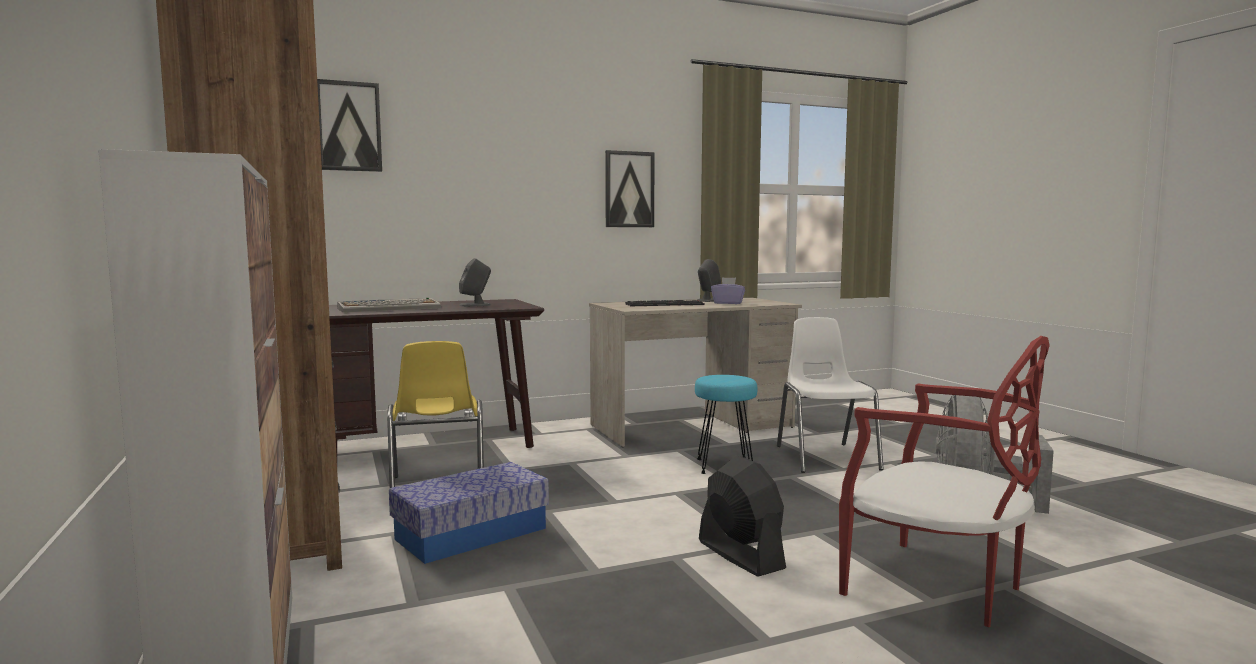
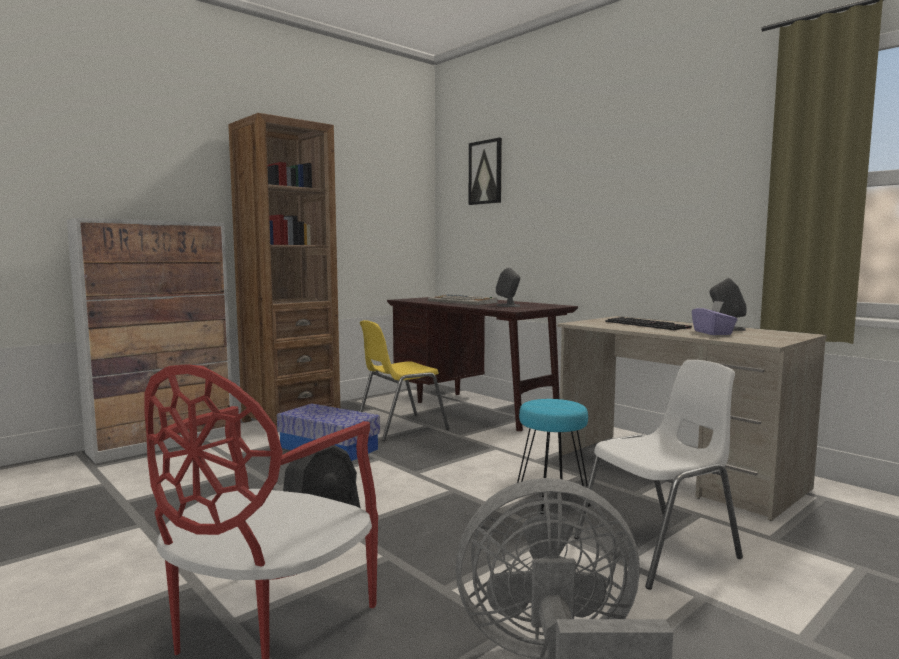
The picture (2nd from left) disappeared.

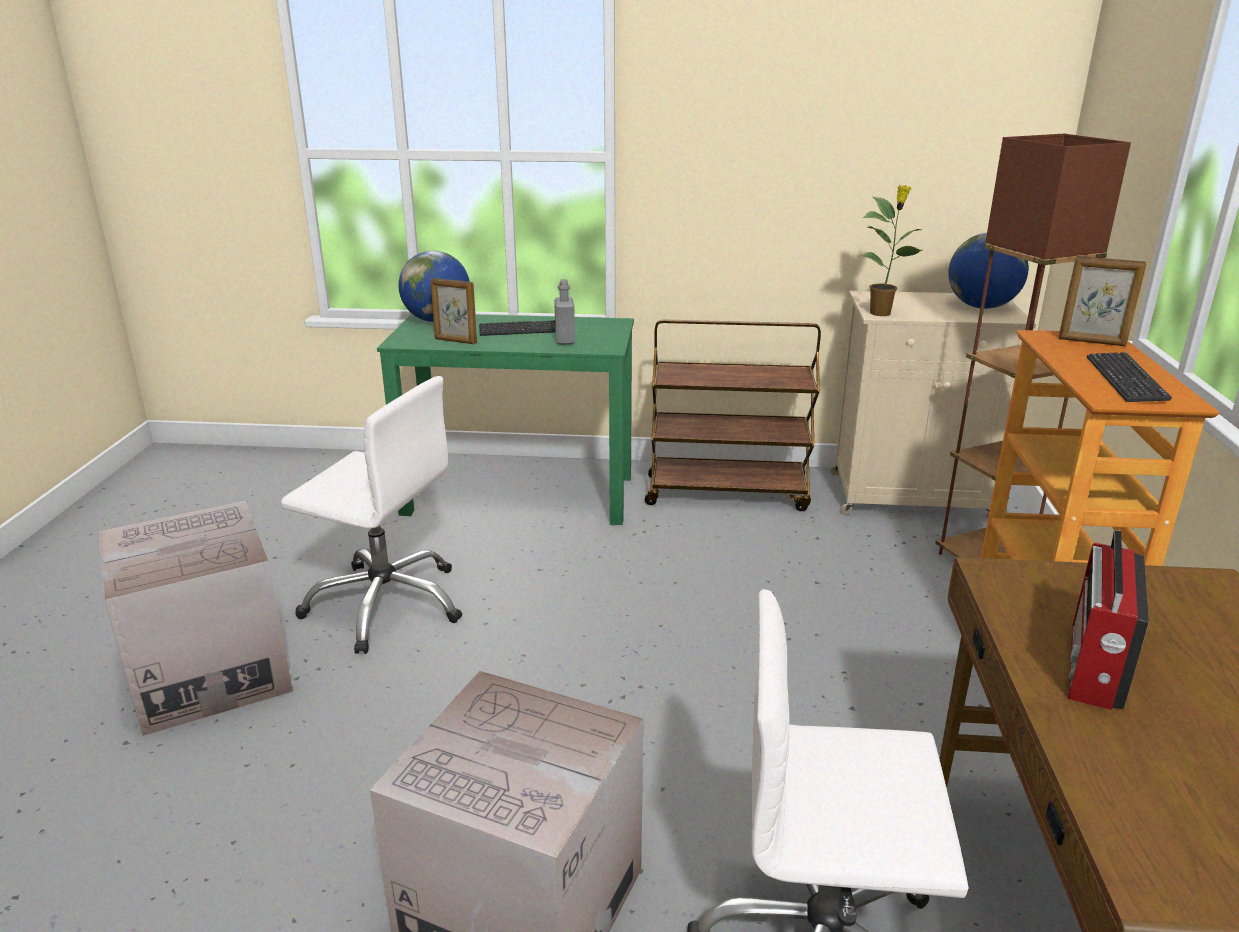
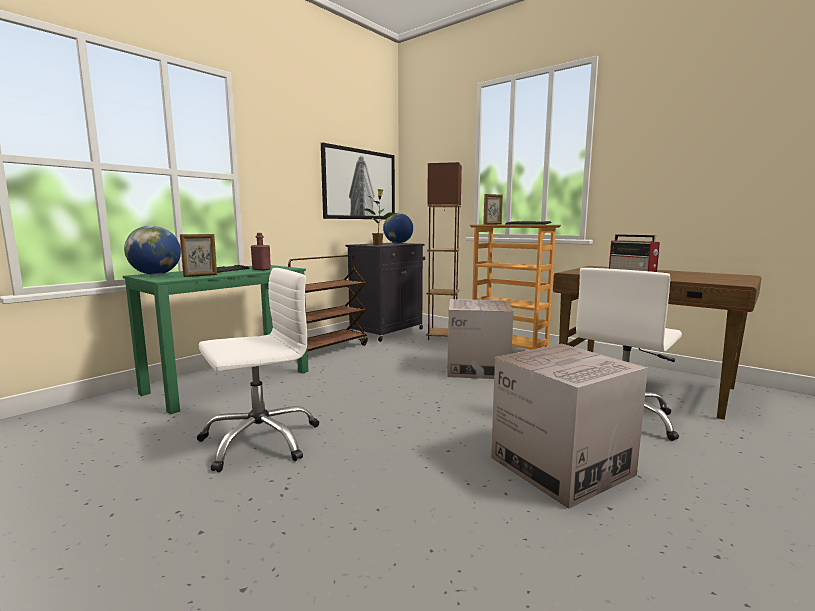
The cardboard box (1st from left) moved.
The bottle (grey) became the bottle (red).
The cabinet (beige) became the cabinet (black).
The picture appeared.

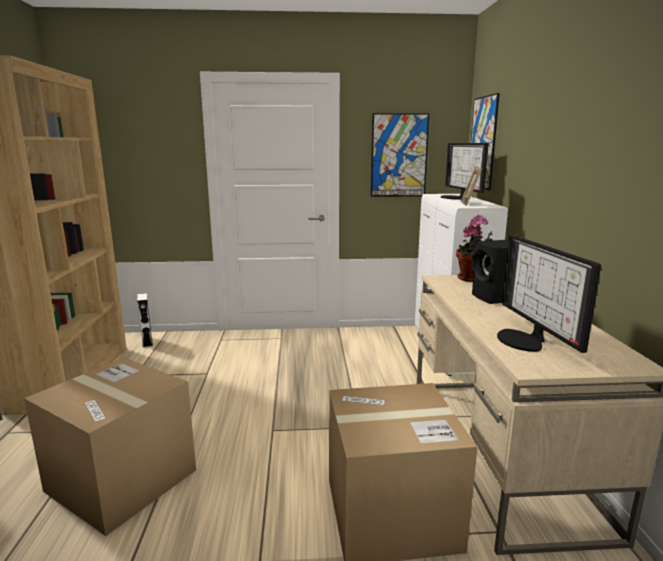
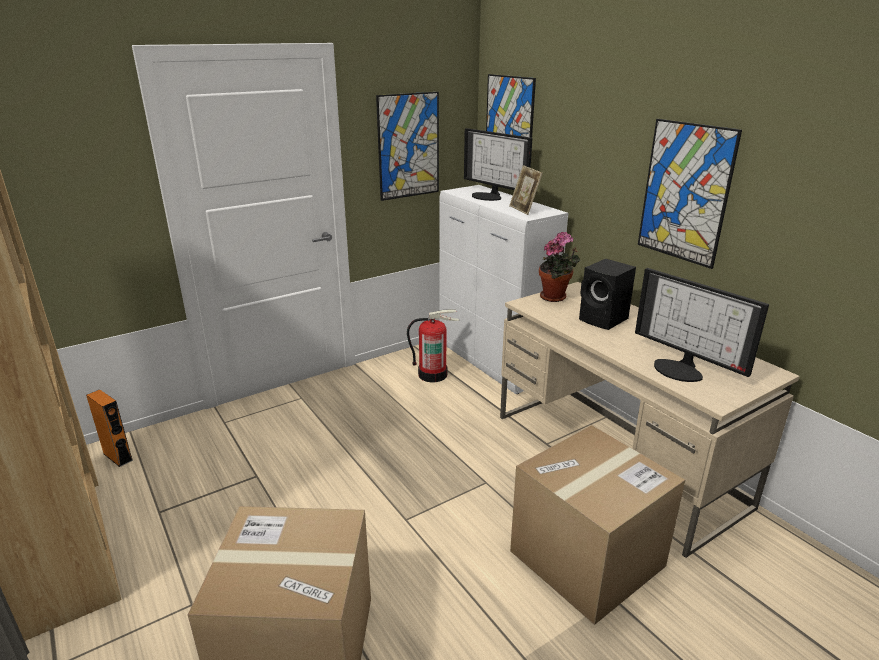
The speaker (white) became the speaker (orange).
The fire extinguisher appeared.
The picture (3rd from left) appeared.

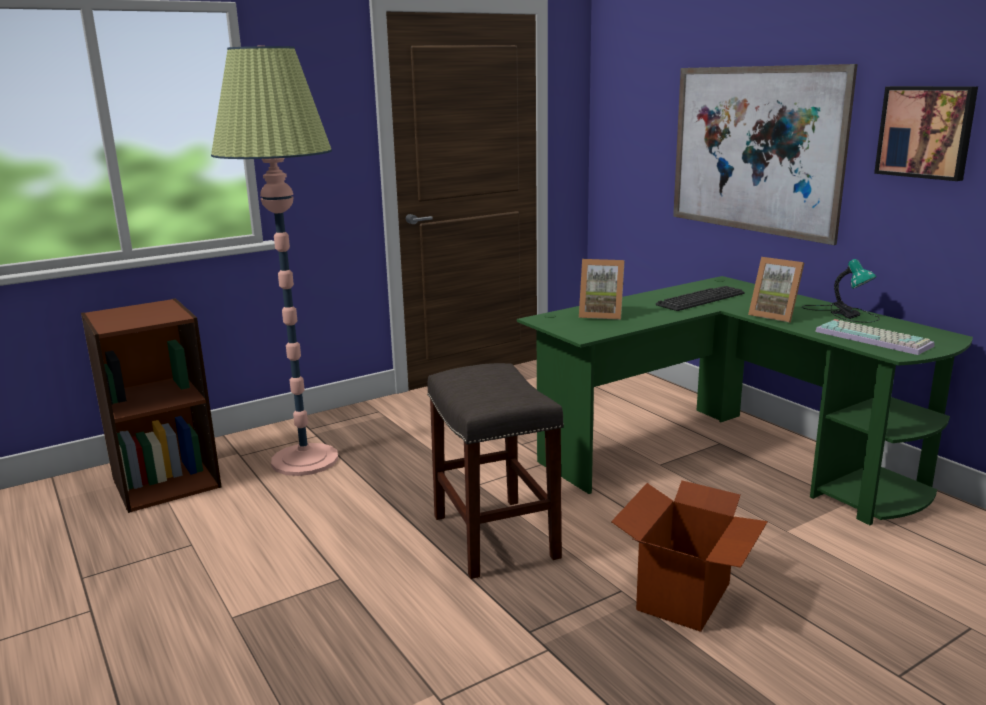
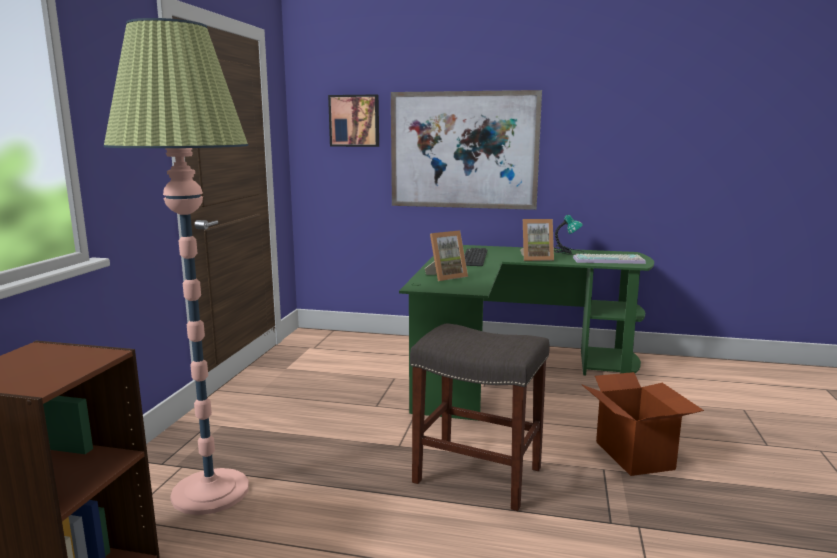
The picture (2nd from left in the first image) moved.

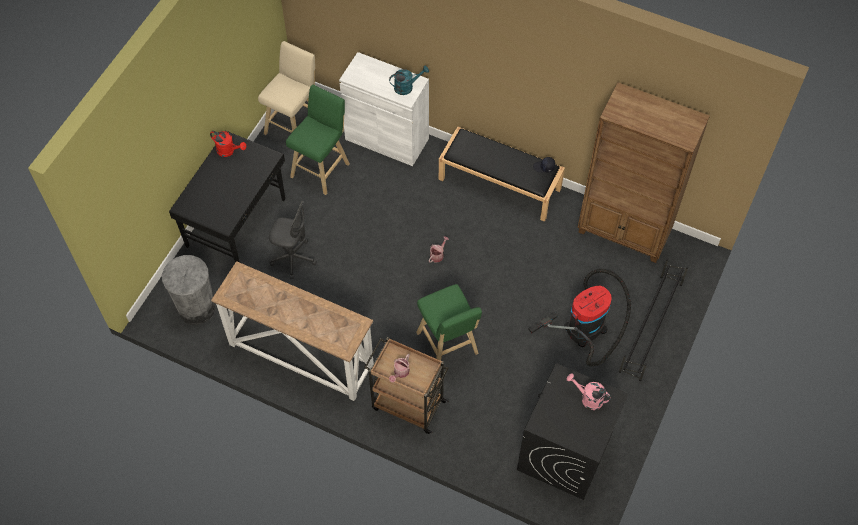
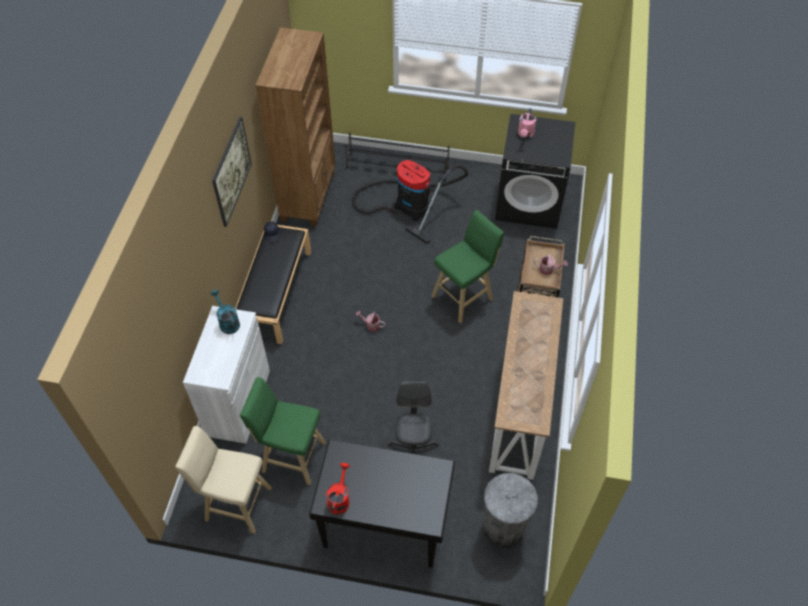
The picture appeared.

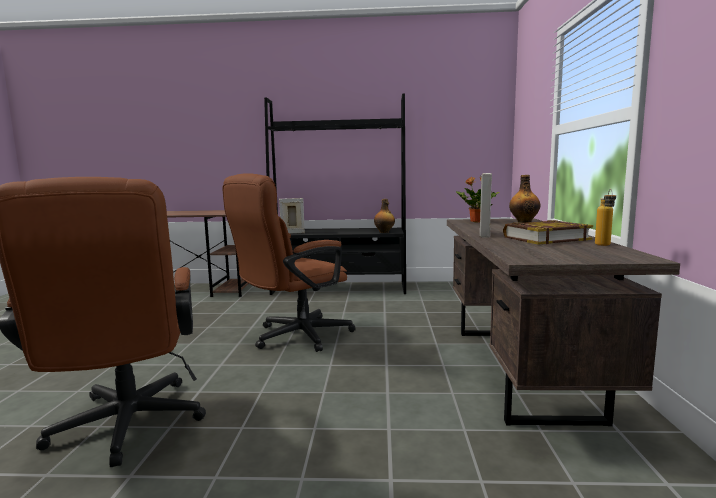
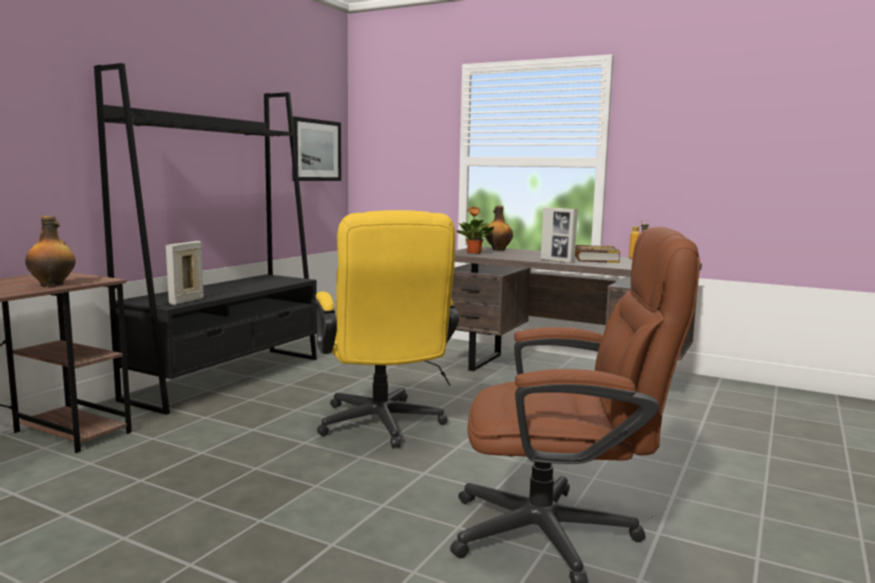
The office chair (brown) (2nd from left) became the office chair (yellow).
The bottle (1st from left) moved.
The picture appeared.

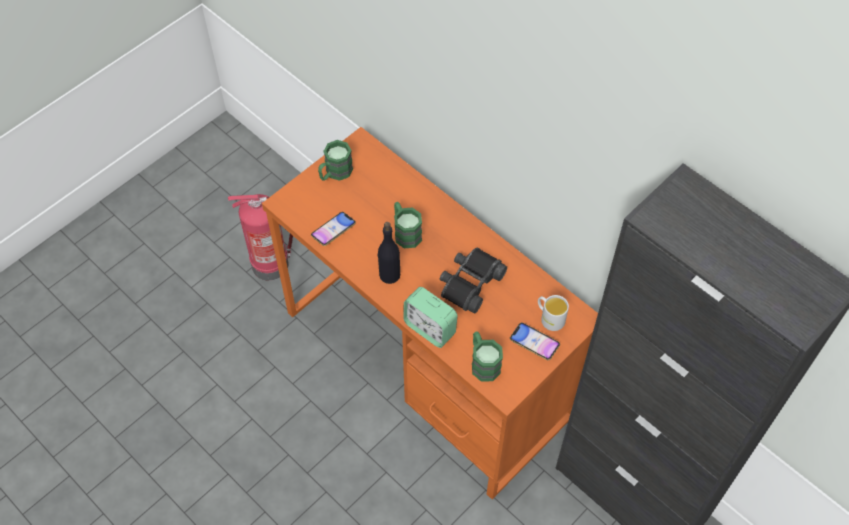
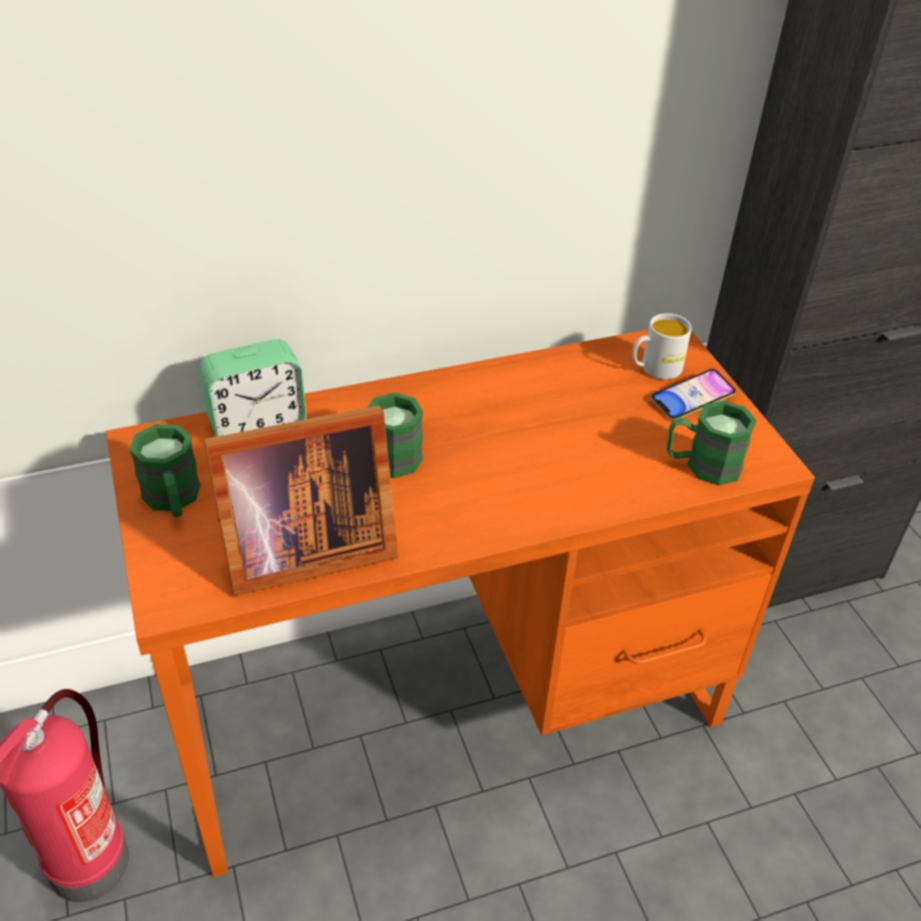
The phone (1st from left) was replaced by the picture frame.
The bottle (black) disappeared.
The alarm clock moved.
The binoculars (black) disappeared.

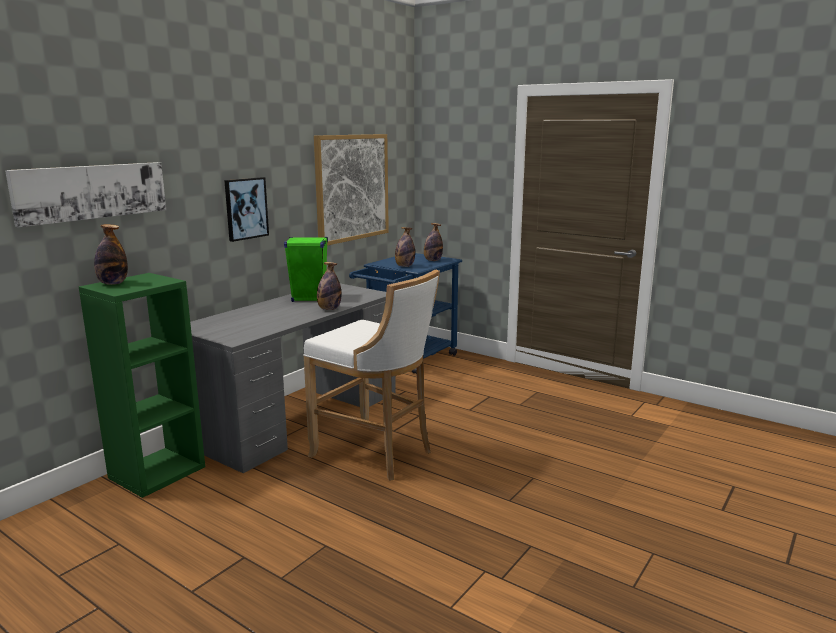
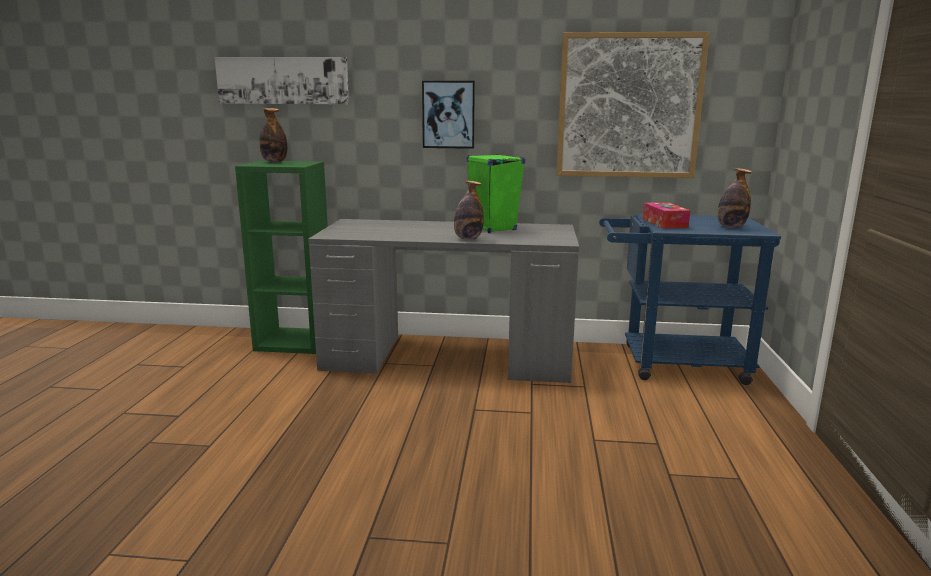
The stool (white) disappeared.
The bottle (3rd from left) was replaced by the tissue box.

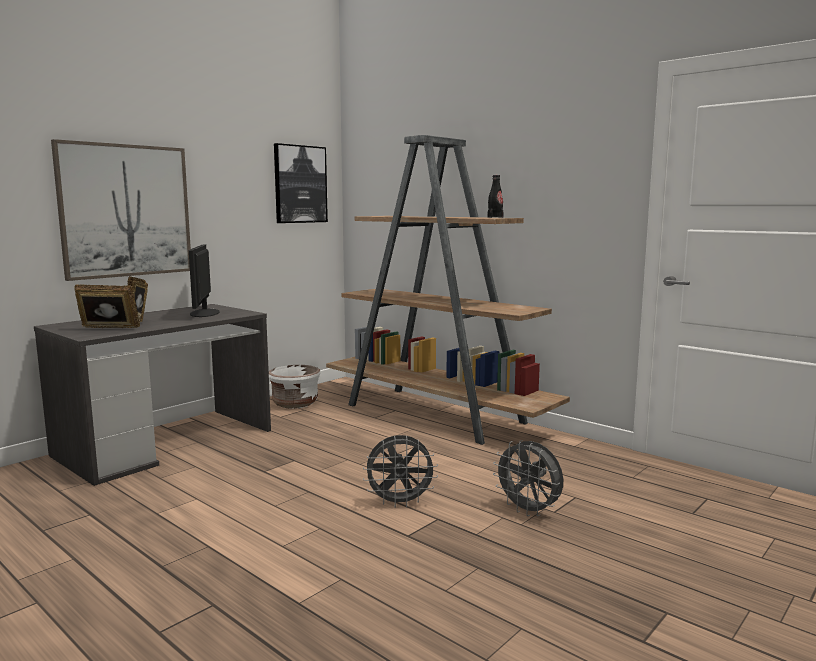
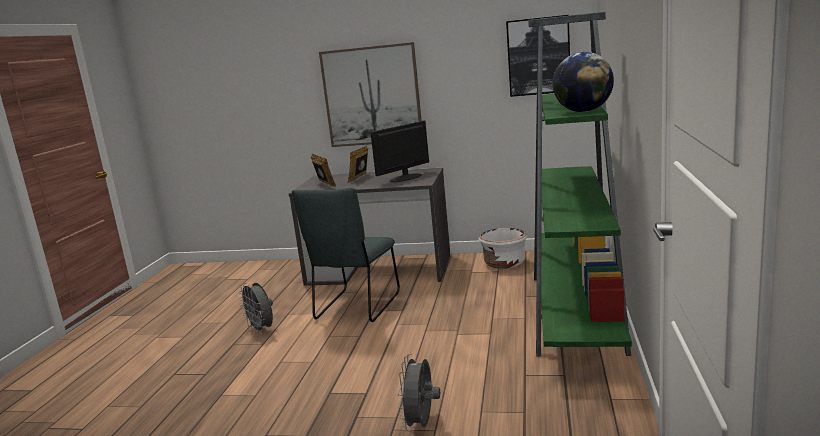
The bookcase (brown) became the bookcase (green).
The fan (grey) (1st from left) moved.
The bottle (black) was replaced by the globe.
The chair (grey) appeared.

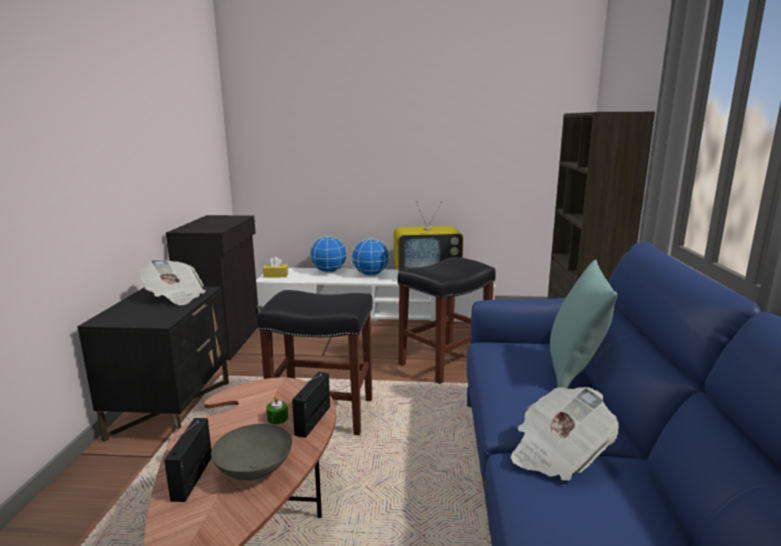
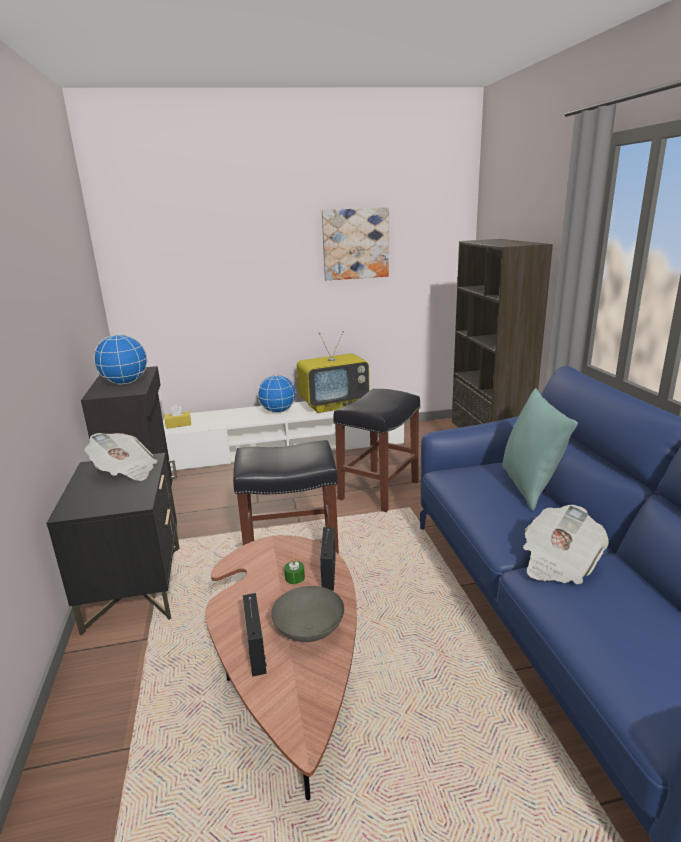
The globe (1st from left) moved.
The picture appeared.

